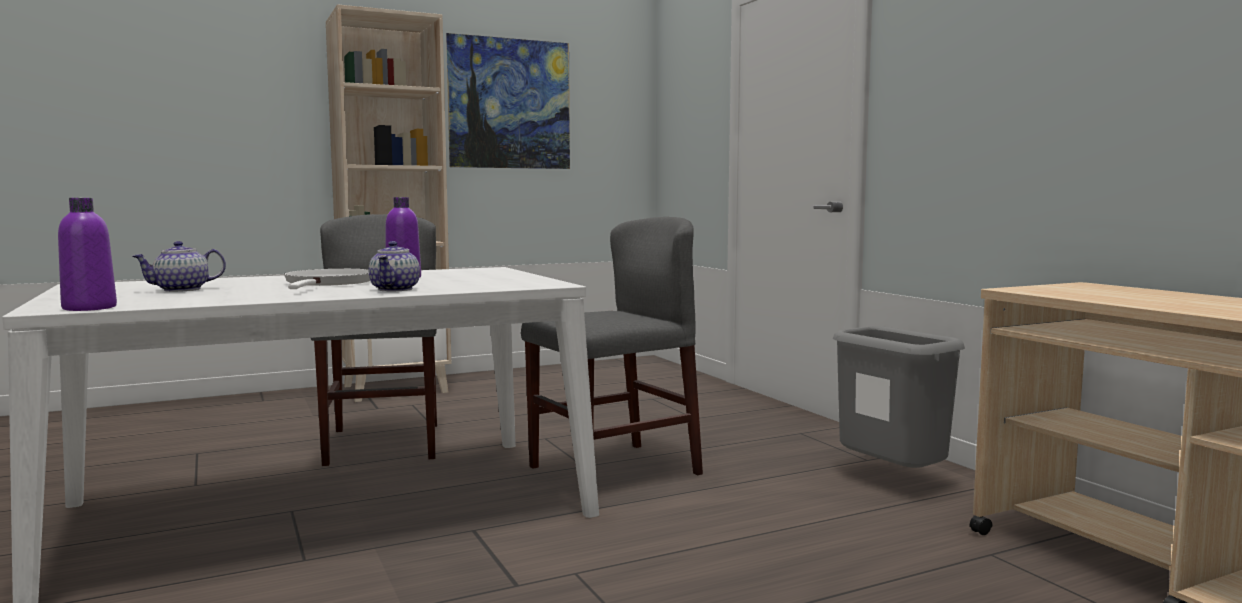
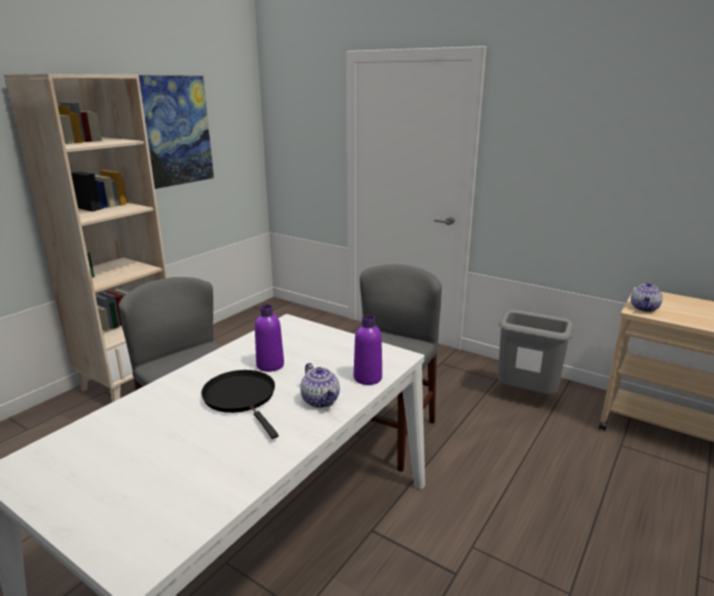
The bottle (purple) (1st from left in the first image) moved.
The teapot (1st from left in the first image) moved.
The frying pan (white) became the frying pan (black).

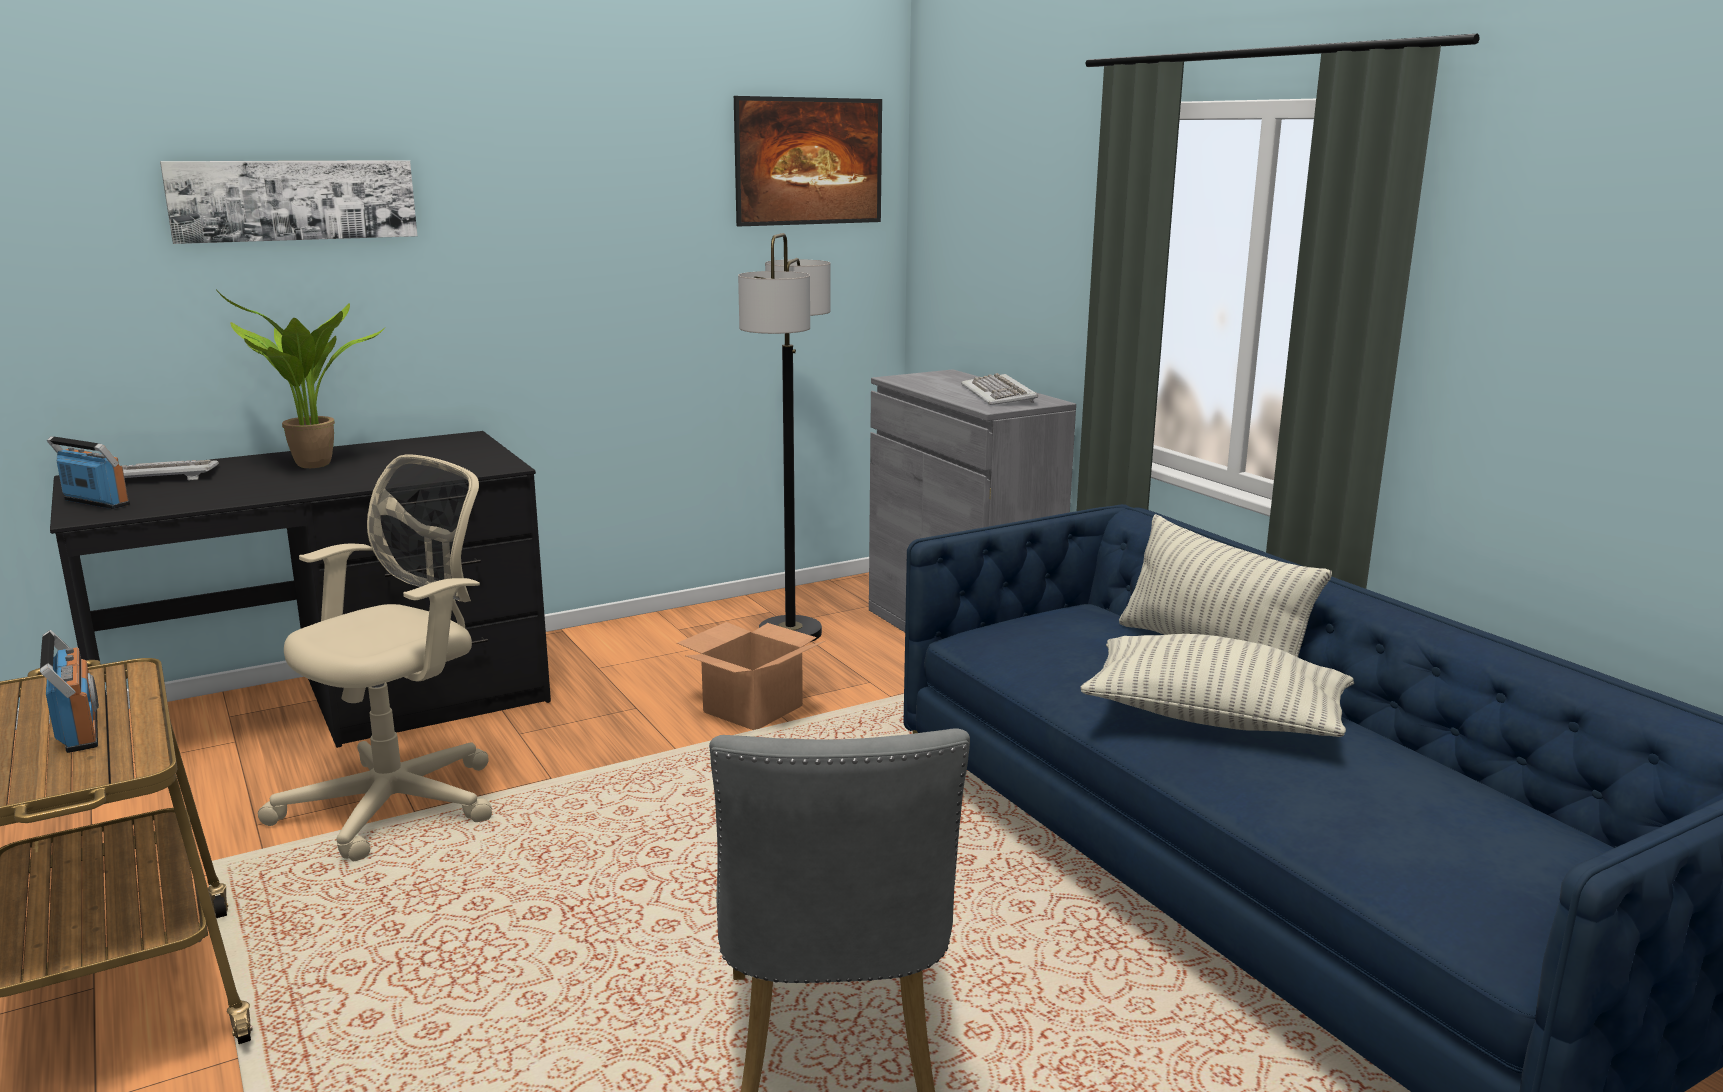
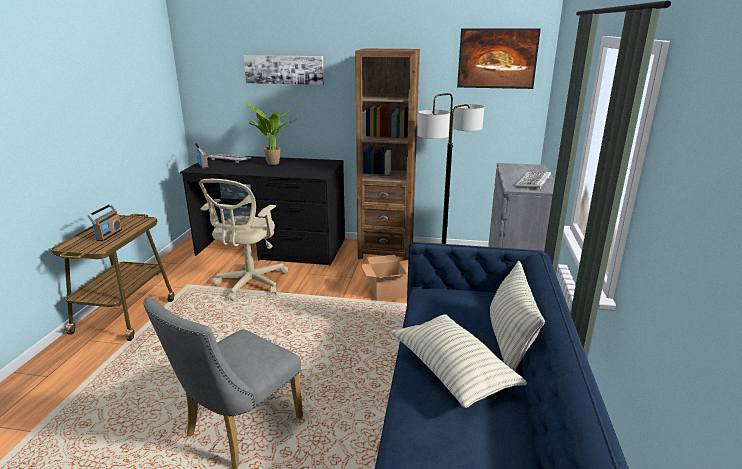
The office chair (beige) turned 120 degrees clockwise.
The bookcase (brown) appeared.

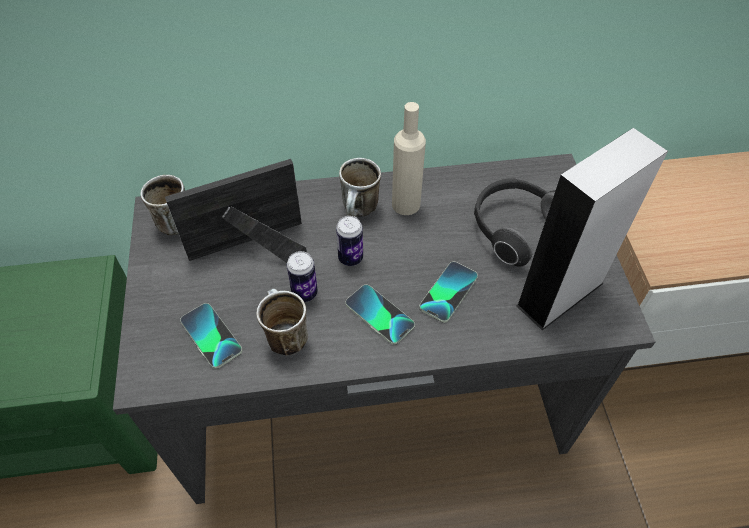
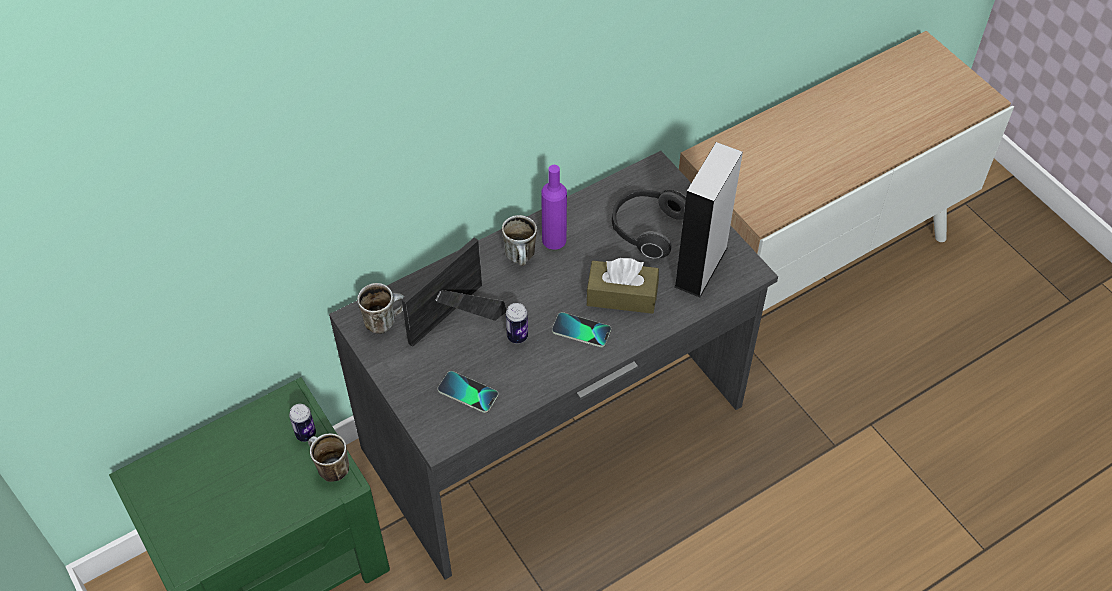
The mug (2nd from left in the first image) moved.
The can (2nd from left in the first image) moved.
The bottle (beige) became the bottle (purple).
The phone (3rd from left) was replaced by the tissue box (brown).

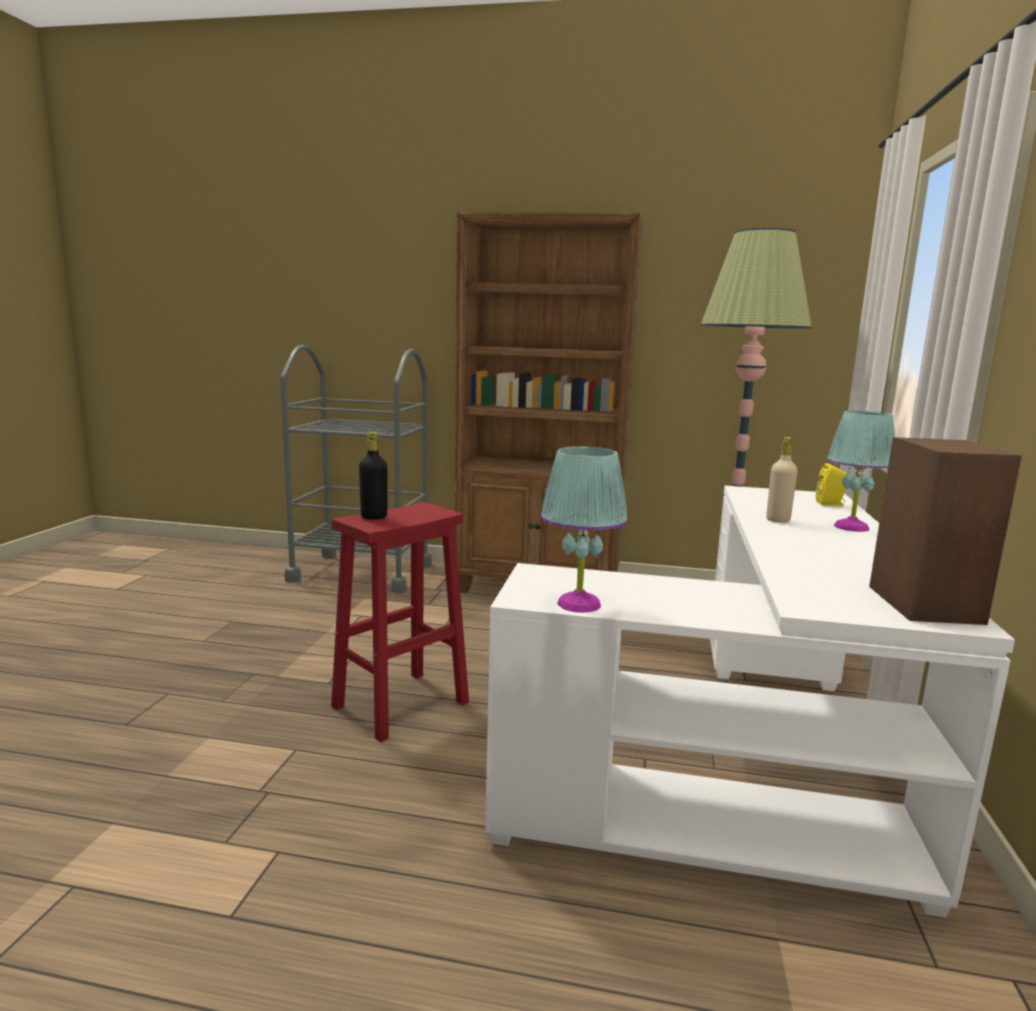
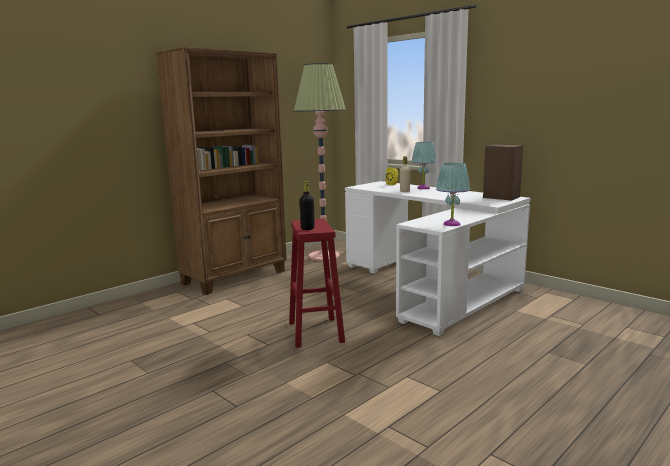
The cart (grey) disappeared.

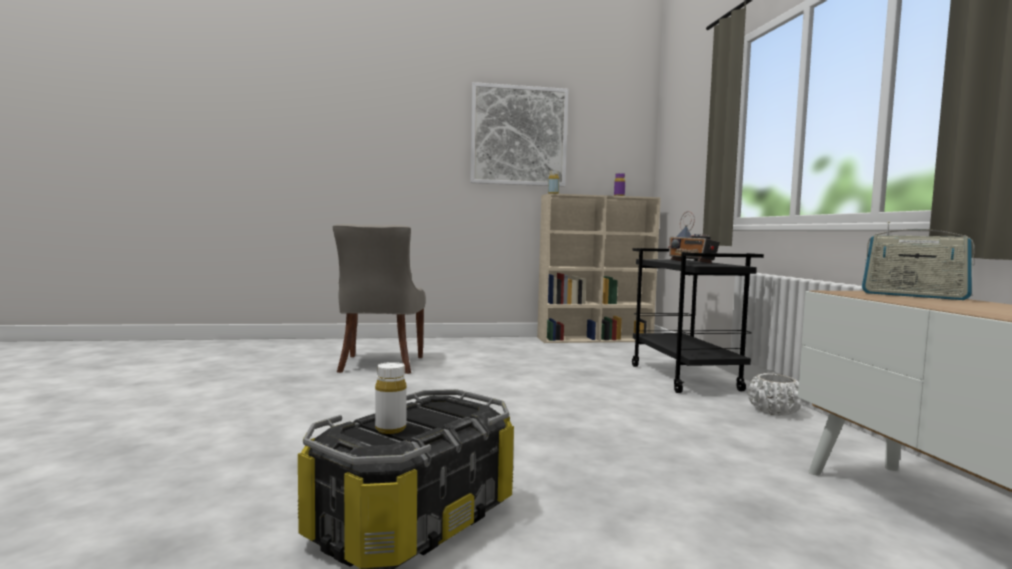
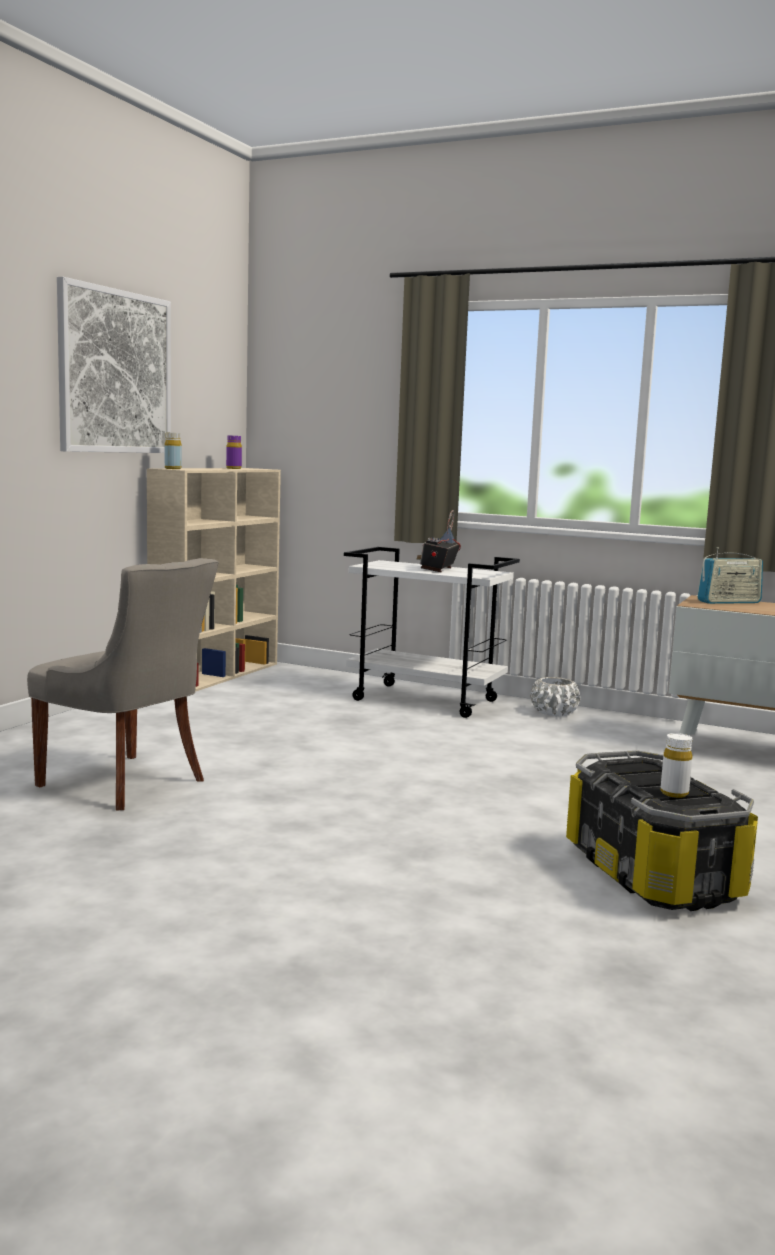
The cart (black) became the cart (white).
The radio (1st from left) turned 105 degrees clockwise.

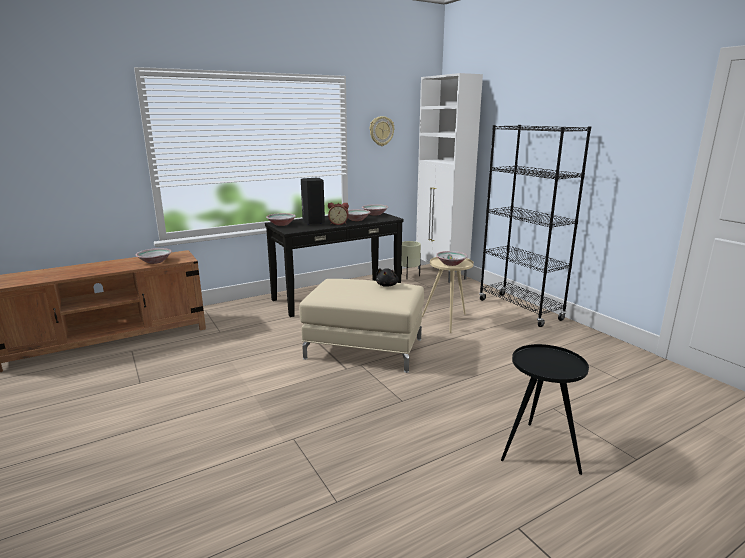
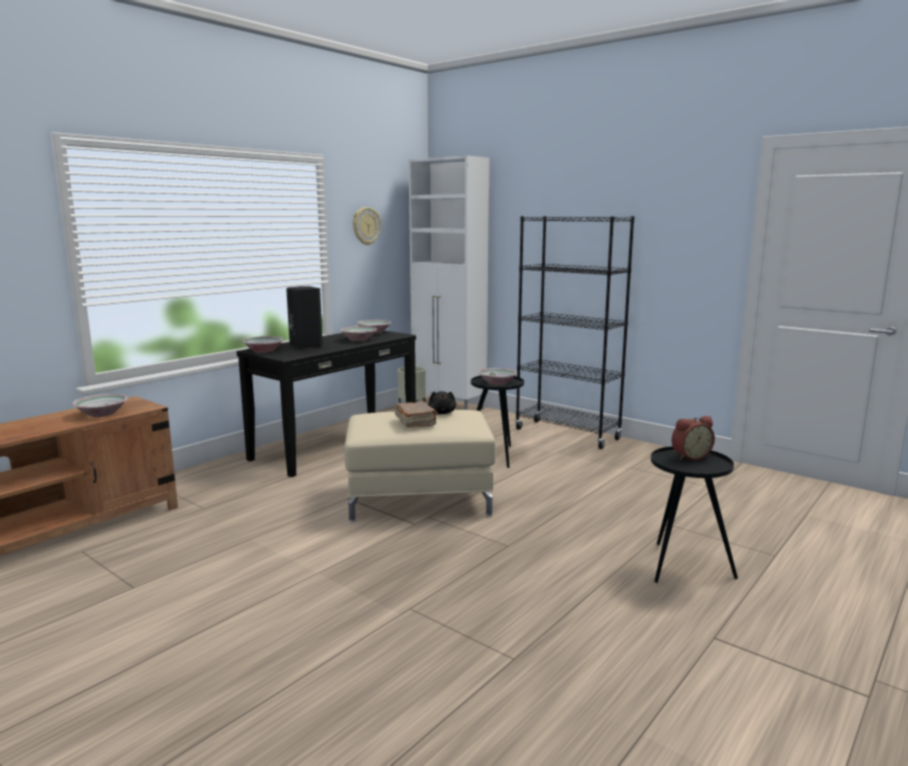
The alarm clock moved.
The side table (beige) became the side table (black) (1st from left).
The book (brown) appeared.

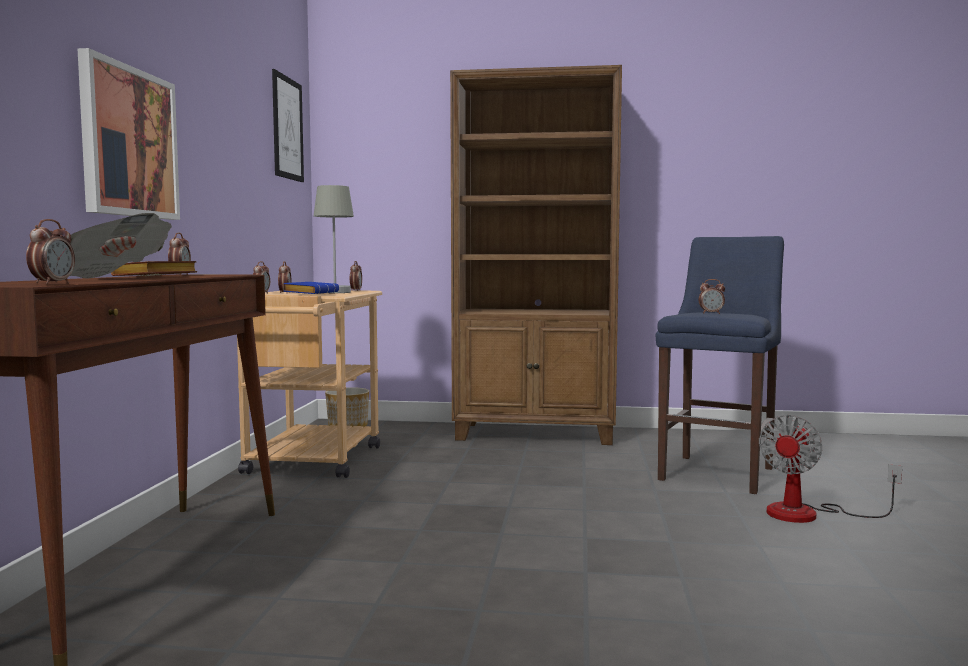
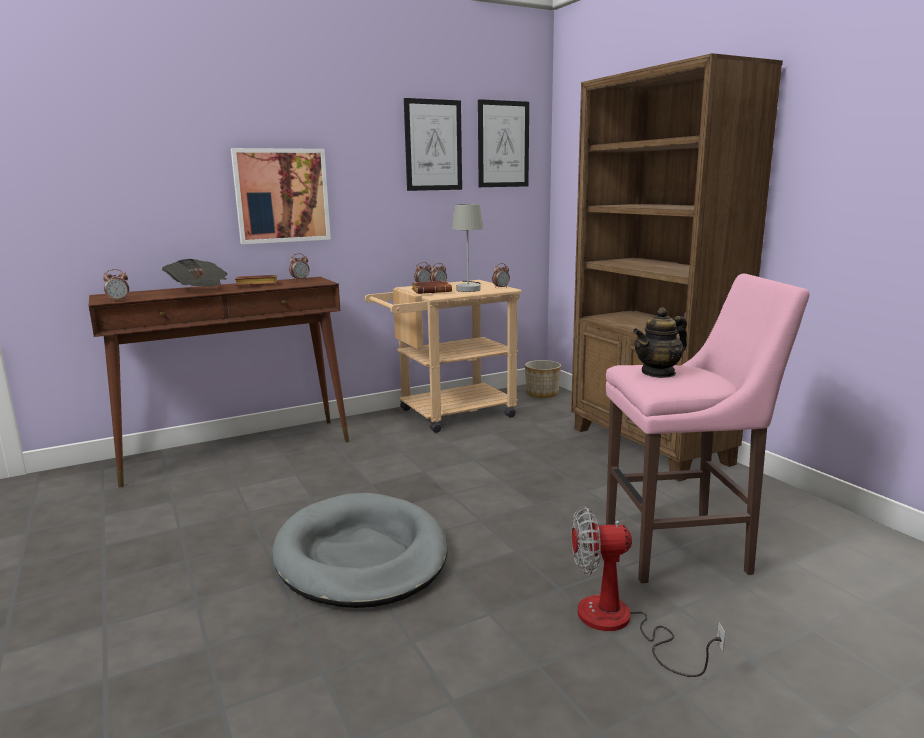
The book (blue) became the book (brown) (2nd from left).
The stool (blue) became the stool (pink).
The alarm clock (6th from left) was replaced by the teapot.
The dog bed (grey) appeared.
The picture (2nd from left) appeared.

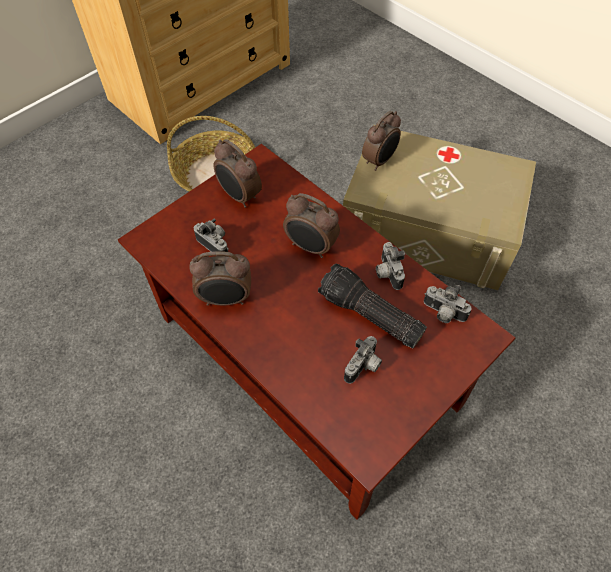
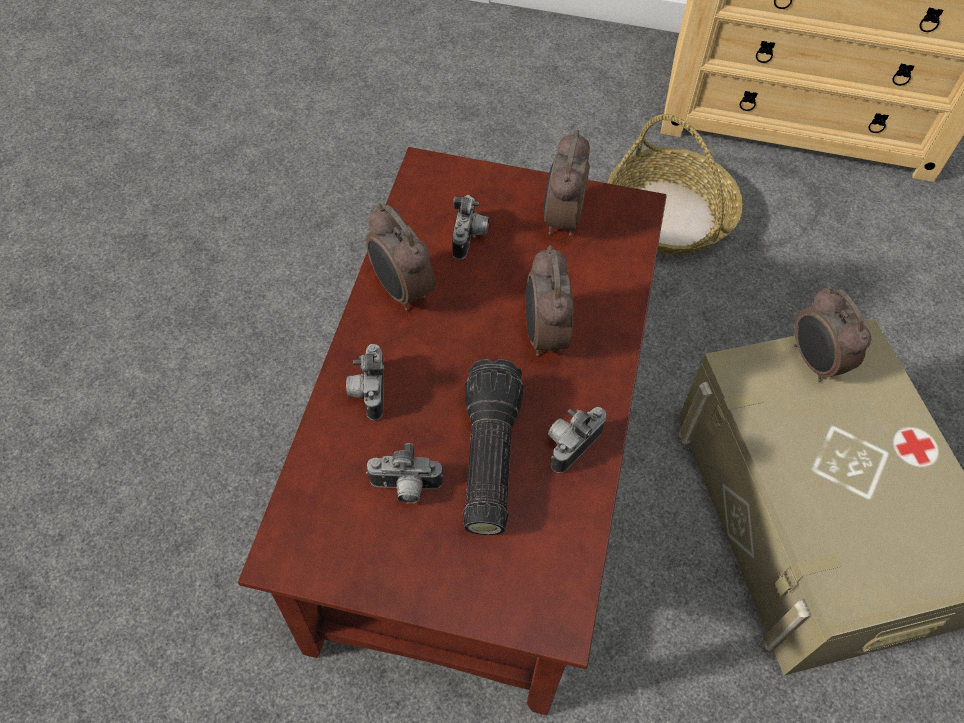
The alarm clock (4th from left) turned 60 degrees clockwise.
The photo camera (4th from left in the first image) moved.

